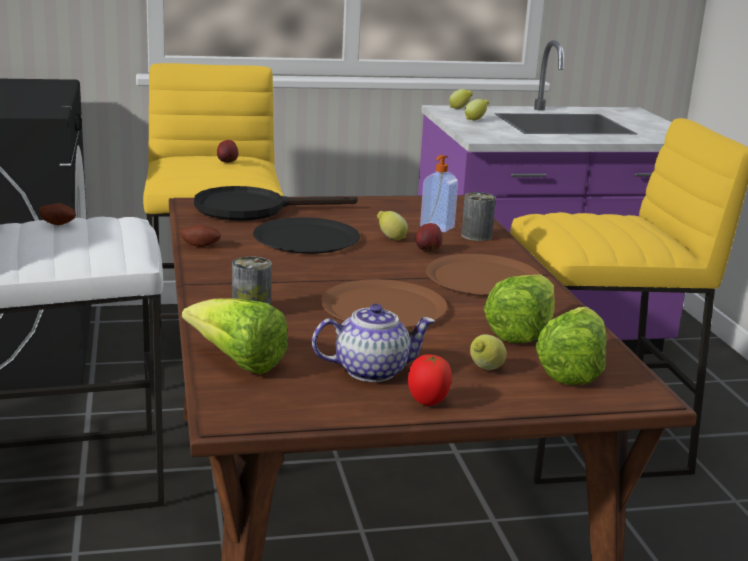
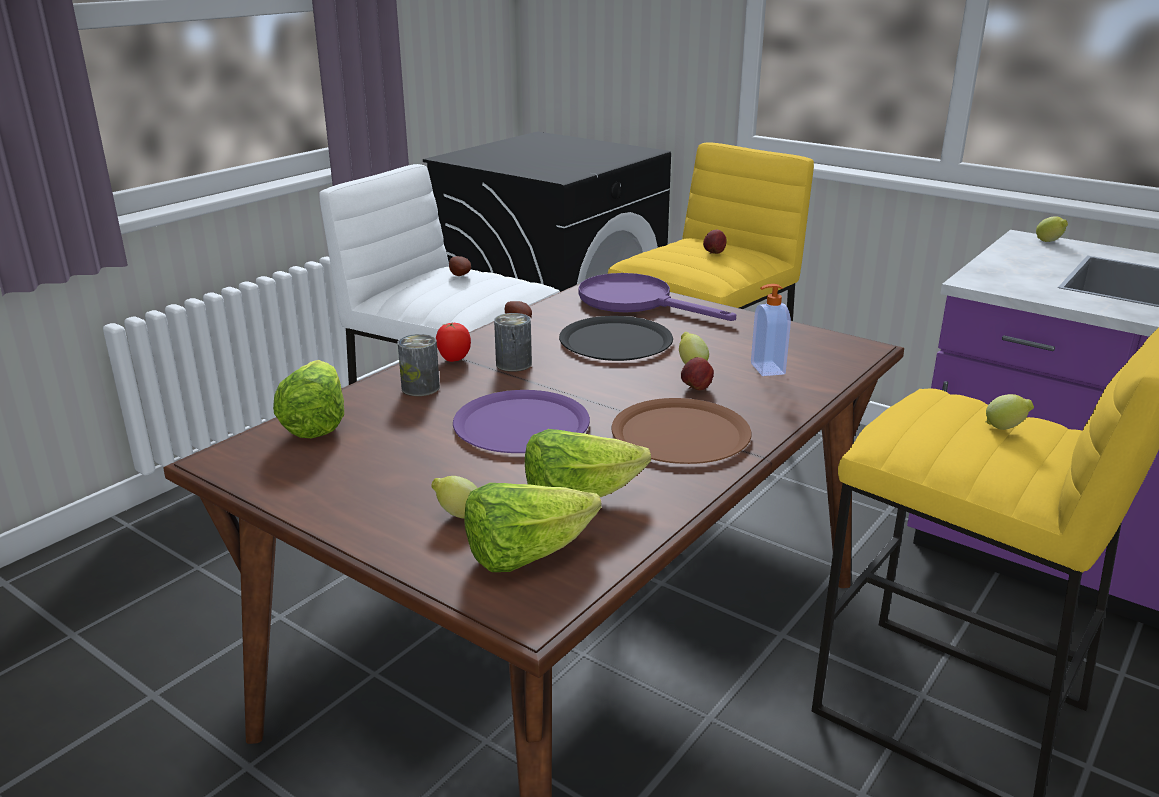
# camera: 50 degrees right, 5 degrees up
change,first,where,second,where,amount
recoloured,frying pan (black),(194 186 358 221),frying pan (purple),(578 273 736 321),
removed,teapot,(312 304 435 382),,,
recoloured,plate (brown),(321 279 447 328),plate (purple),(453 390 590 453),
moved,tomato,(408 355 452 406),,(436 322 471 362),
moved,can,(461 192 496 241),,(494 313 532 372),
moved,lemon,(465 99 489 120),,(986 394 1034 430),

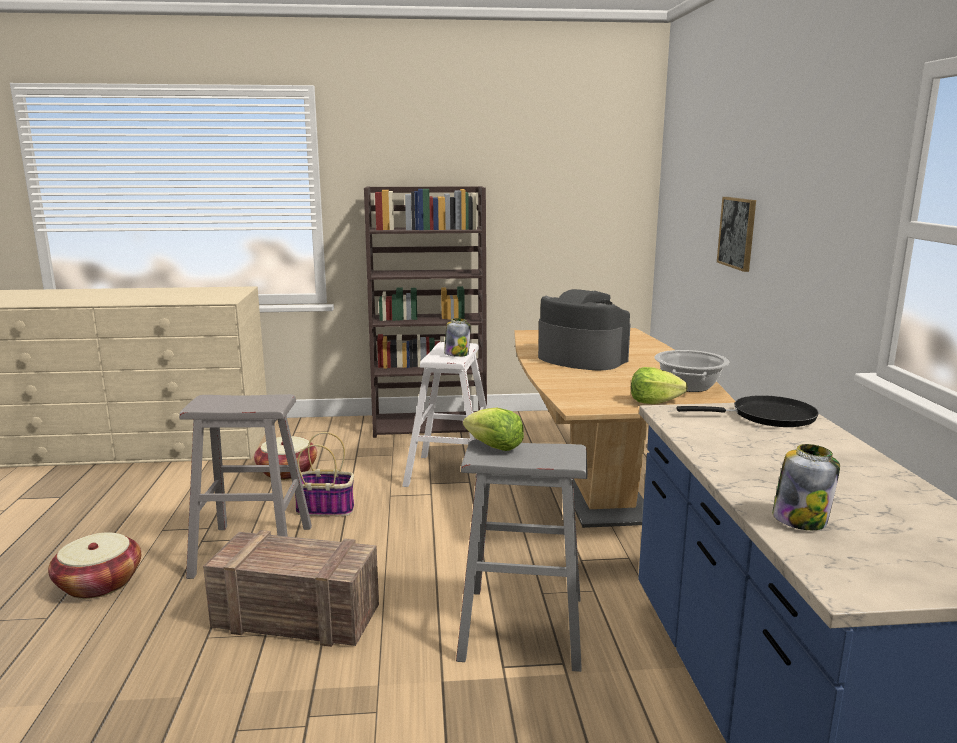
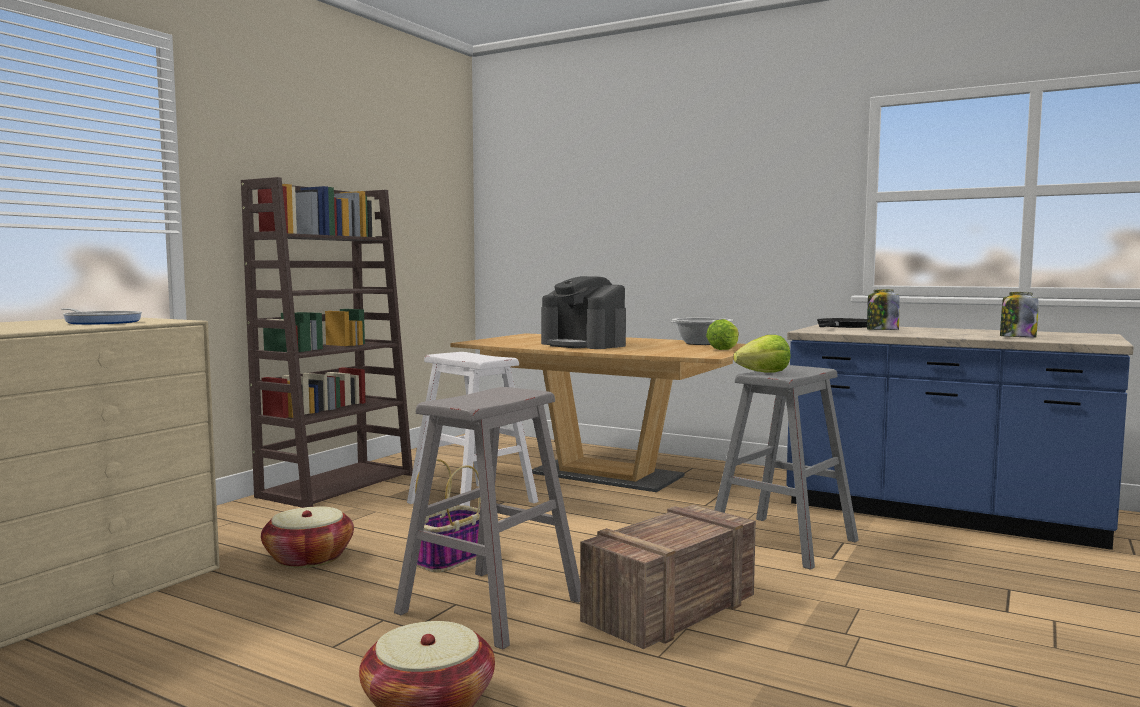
# camera: 55 degrees left, 10 degrees down
change,first,where,second,where,amount
moved,jar,(444 318 471 357),,(867 289 900 330),
turned,coffee machine,(538 289 631 370),,(541 276 626 349),120 degrees counterclockwise
removed,picture,(717 197 756 272),,,
added,,,frying pan,(61 308 142 325),

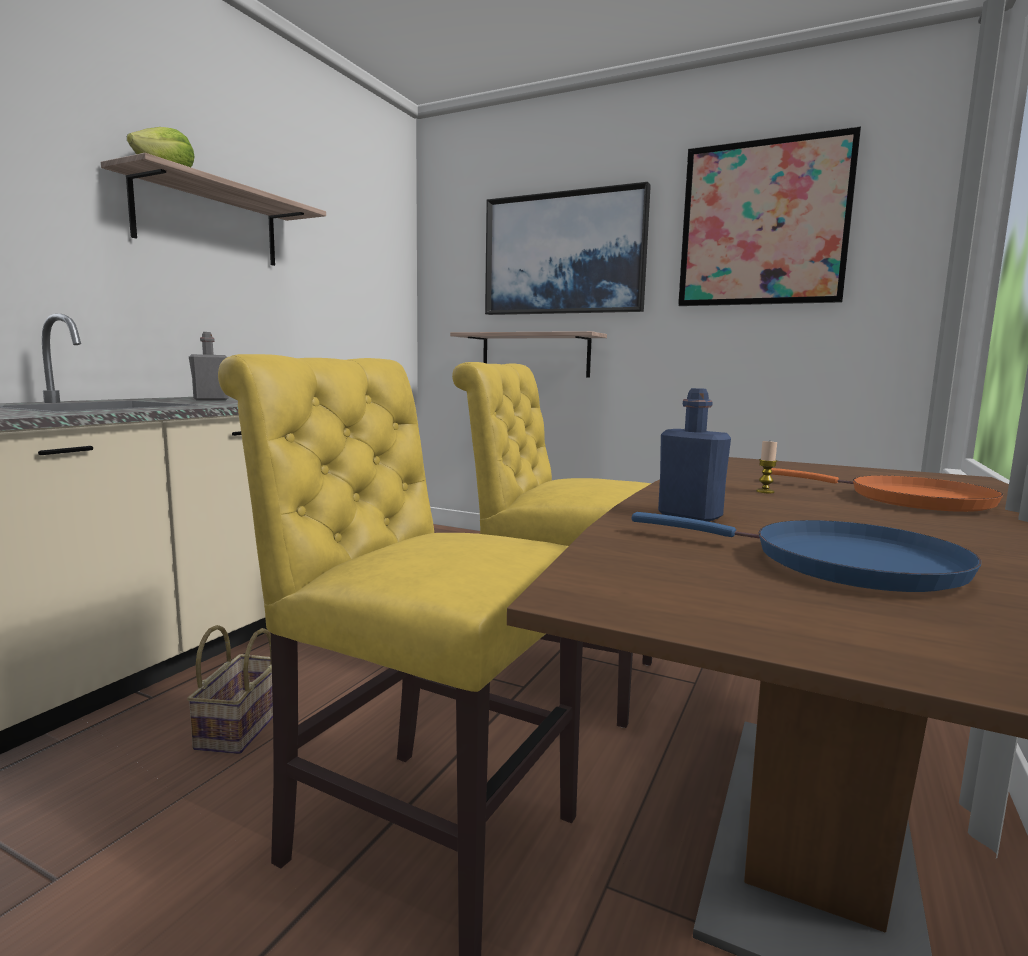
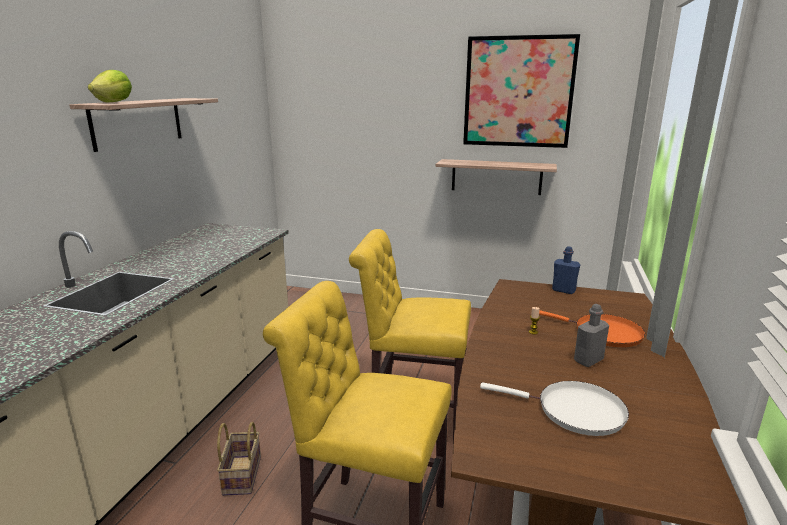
# camera: 10 degrees left, 10 degrees up
change,first,where,second,where,amount
moved,bottle (grey),(189 332 229 401),,(574 304 609 367),
moved,shelf,(450 331 607 378),,(435 159 557 195),
removed,picture,(485 182 651 315),,,
recoloured,frying pan (blue),(632 512 981 592),frying pan (white),(480 381 629 436),
moved,bottle (blue),(658 388 731 522),,(552 246 580 294),

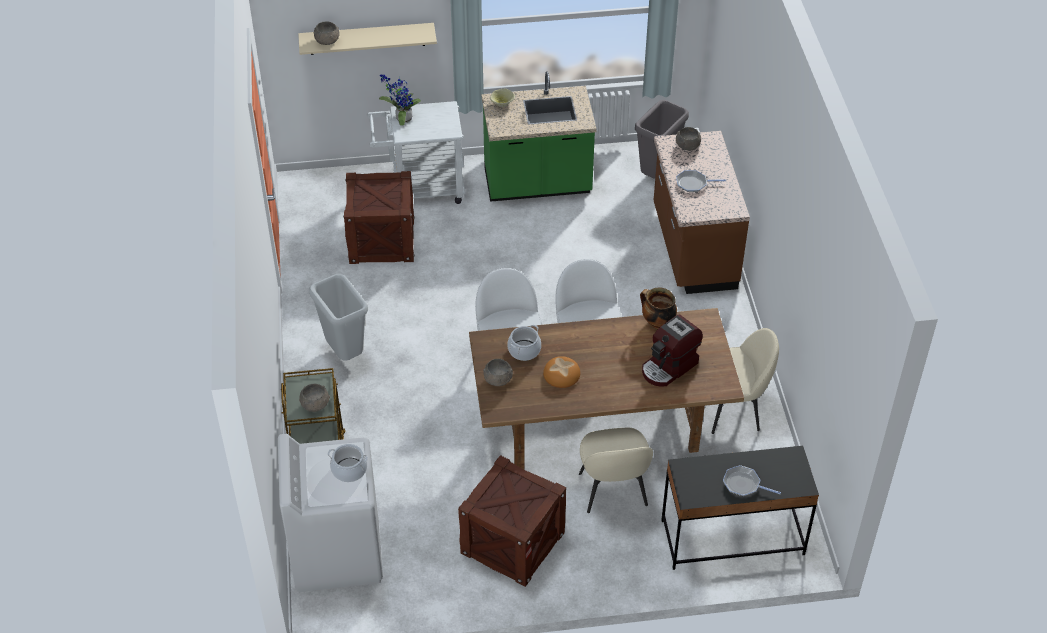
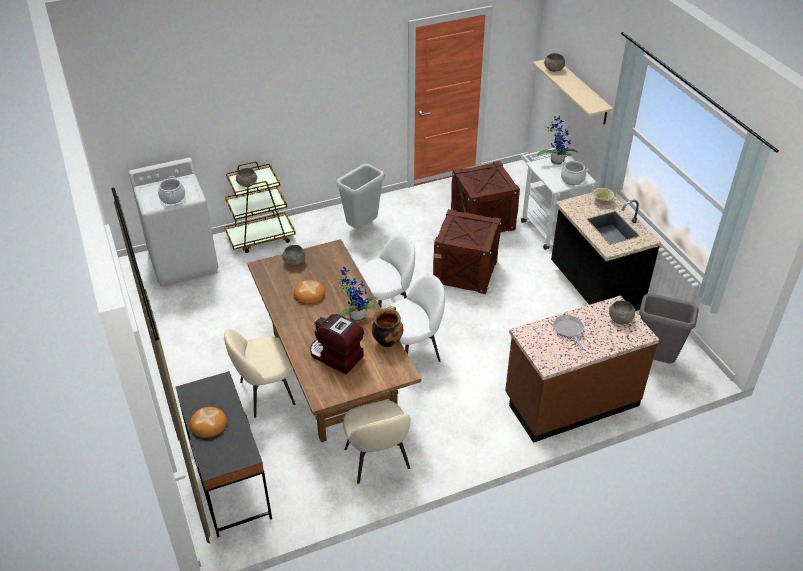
# camera: 75 degrees right, 5 degrees down
change,first,where,second,where,amount
moved,crate,(458 455 566 587),,(433 209 501 294),
recoloured,counter (green),(482 71 597 202),counter (black),(551 192 661 311),
moved,cooking pot,(507 325 541 361),,(561 161 588 185),
replaced,frying pan,(723 465 781 496),bread,(190 407 227 438),
added,,,potted plant,(339 267 378 322),

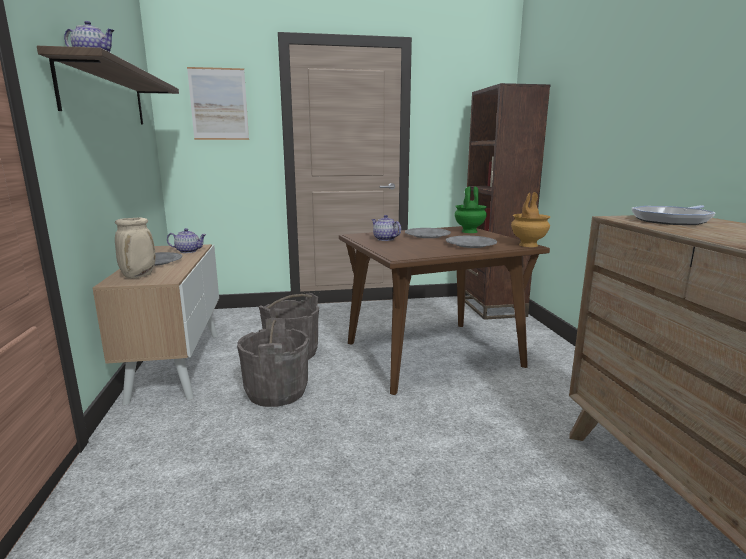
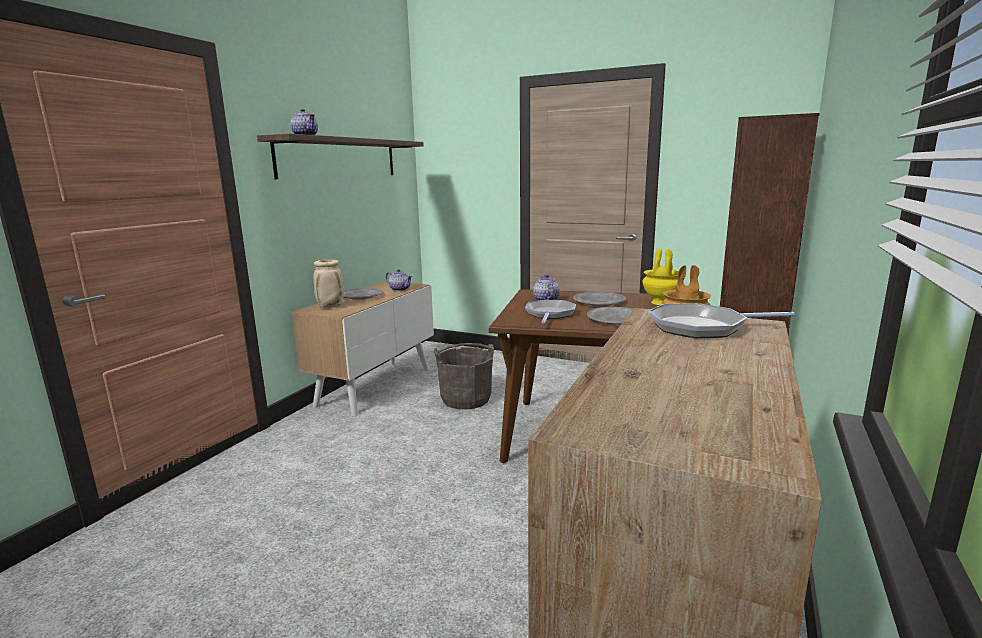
# camera: 35 degrees right, 0 degrees up
change,first,where,second,where,amount
removed,picture,(187 67 249 140),,,
removed,bucket (grey),(237 318 309 407),,,
recoloured,vase (green),(454 186 487 233),vase (yellow),(643 249 679 305),
added,,,frying pan,(525 300 576 324),

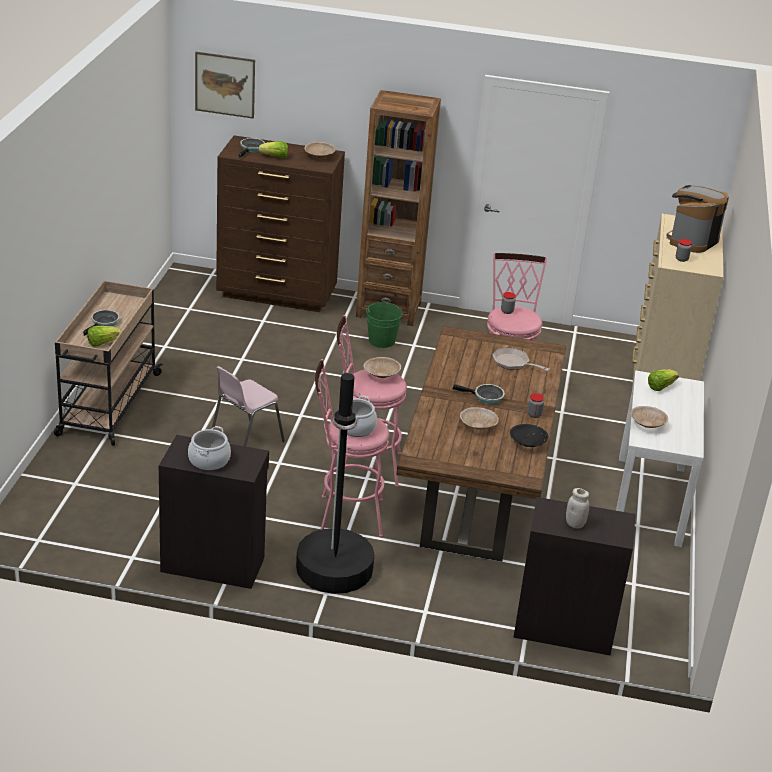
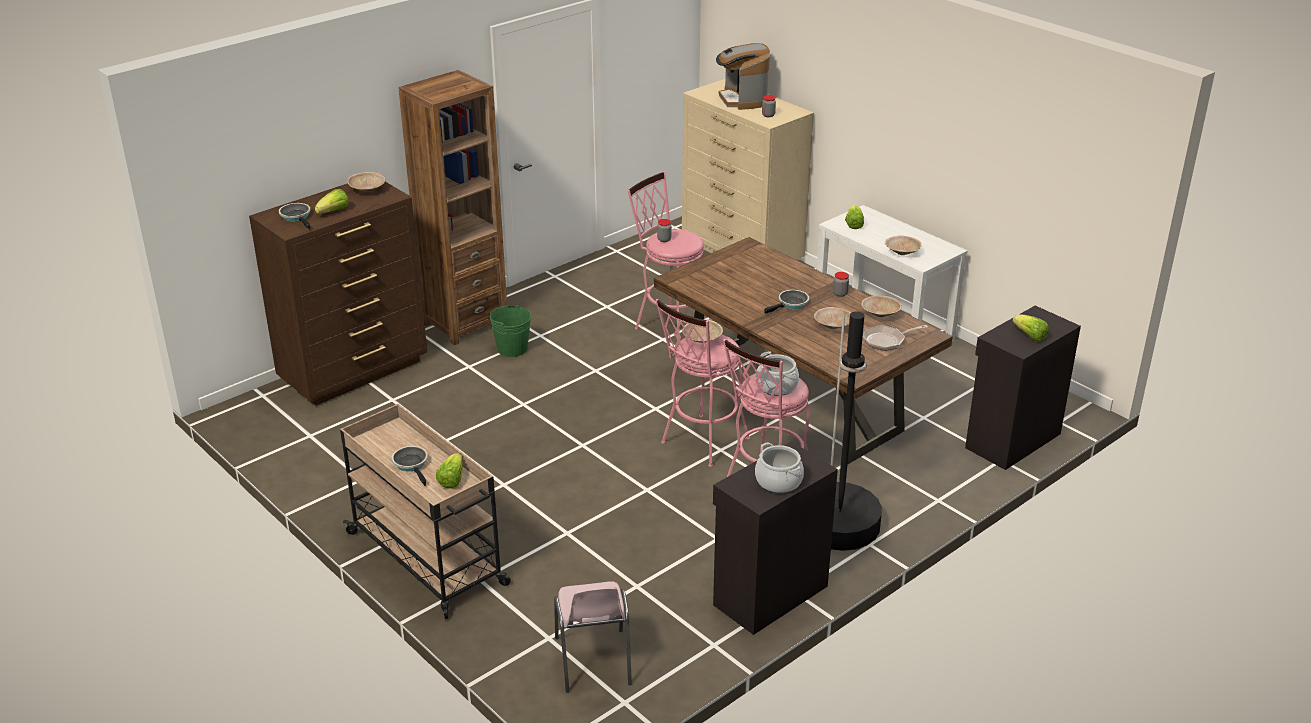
# camera: 50 degrees left, 0 degrees up
change,first,where,second,where,amount
removed,picture,(195 52 255 119),,,
moved,chair (pink),(212 366 285 447),,(554 581 632 693),
moved,frying pan,(492 348 550 371),,(863 325 928 351),
recoloured,bowl (black),(510 424 548 447),bowl (beige),(861 296 902 317),
replaced,jar (white),(566 488 589 529),lettuce,(1012 315 1049 342),

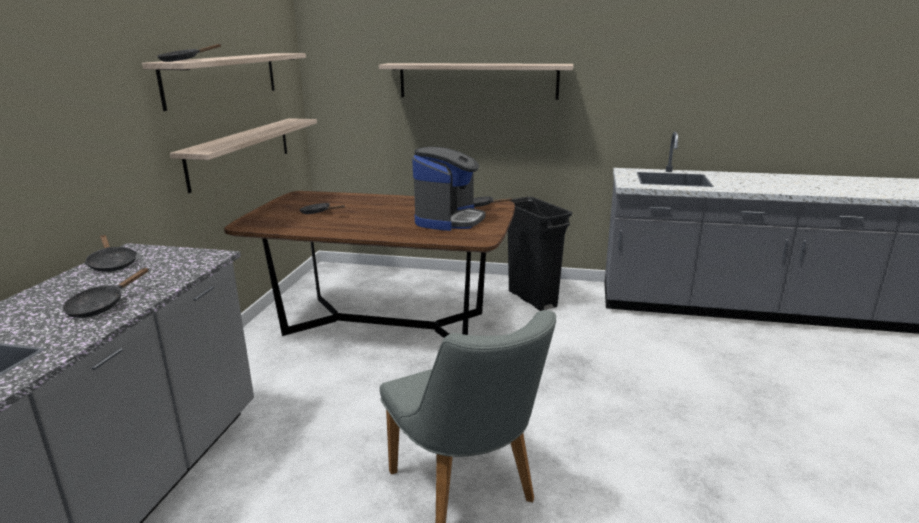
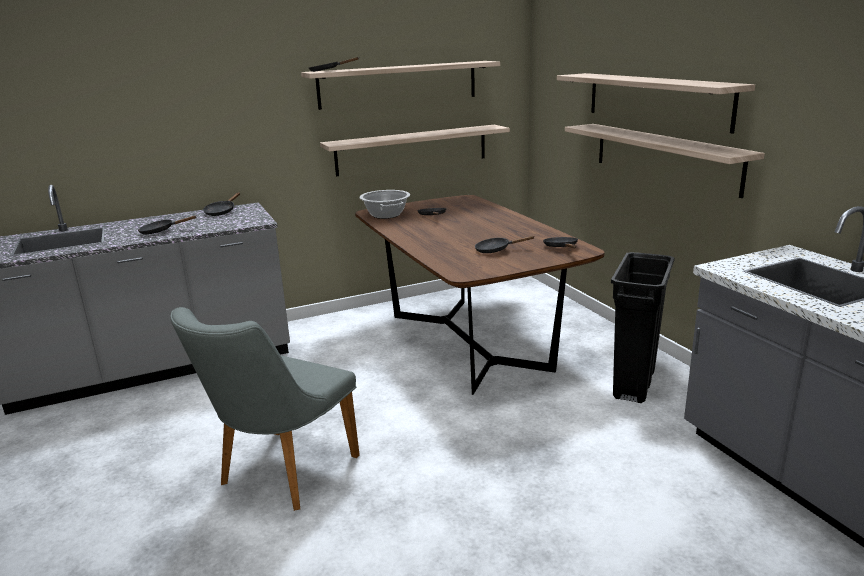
# camera: 55 degrees right, 0 degrees up
change,first,where,second,where,amount
replaced,coffee machine,(412 147 485 231),frying pan (black),(475 236 534 253),
added,,,cooking pot,(360 190 410 219),
added,,,shelf,(565 124 765 198),

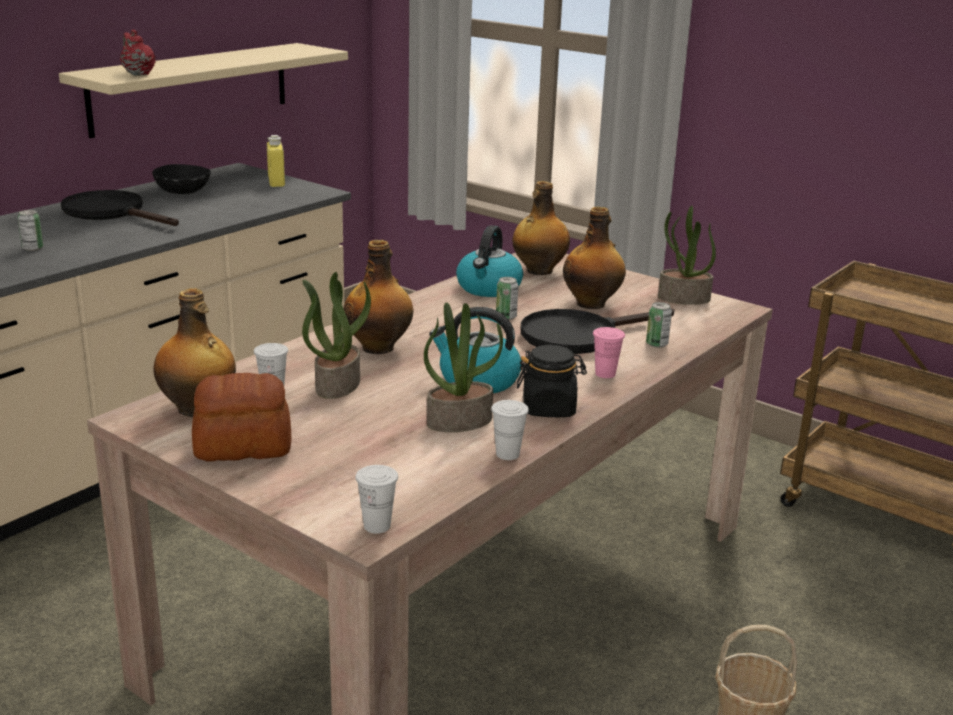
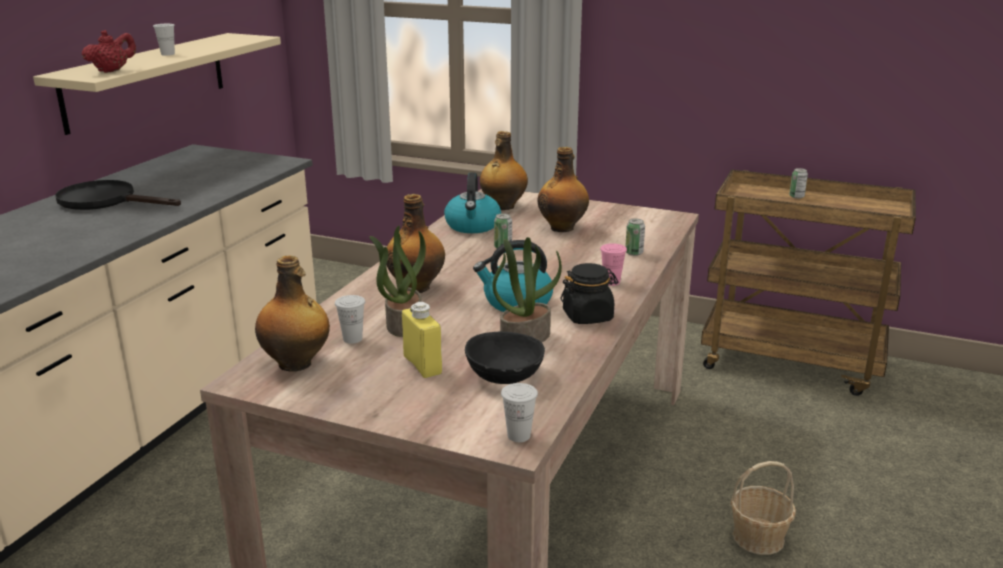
# camera: 15 degrees left, 0 degrees up
change,first,where,second,where,amount
moved,can,(18 210 43 251),,(789 168 808 199),
turned,teapot (red),(120 29 155 76),,(82 30 136 73),90 degrees clockwise
moved,bowl (black),(152 164 211 194),,(465 332 545 384),
removed,bread,(192 373 291 462),,,
moved,bottle (yellow),(267 135 285 187),,(402 302 442 378),
moved,cup (white),(491 400 529 460),,(153 24 175 56),
removed,frying pan (black),(521 309 674 354),,,
removed,potted plant,(658 206 716 305),,,

